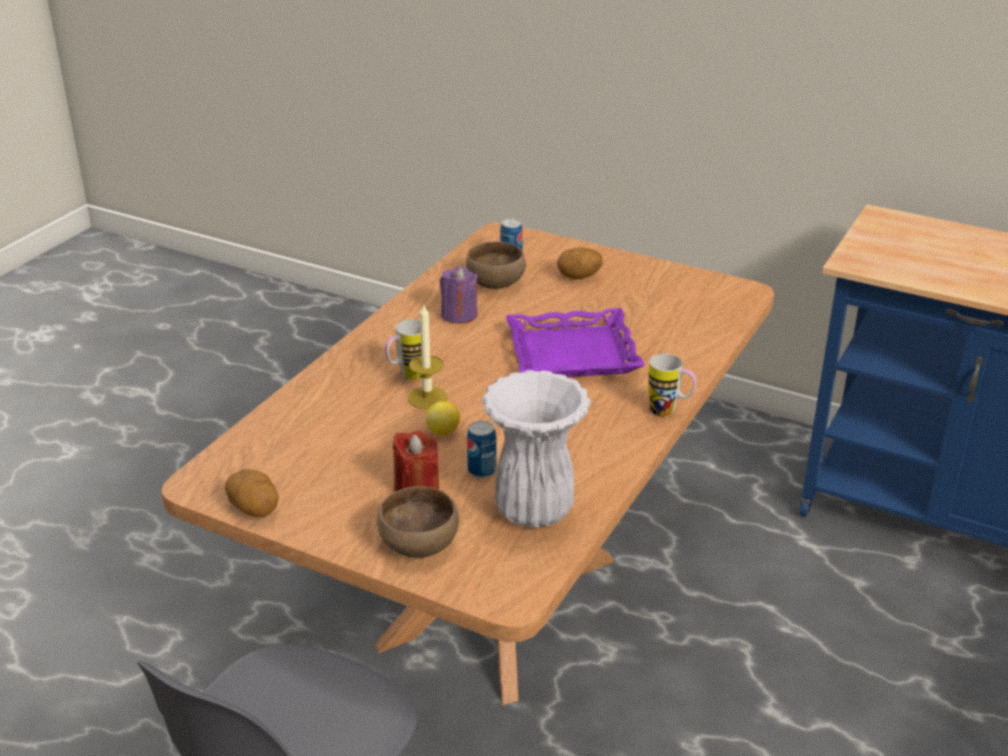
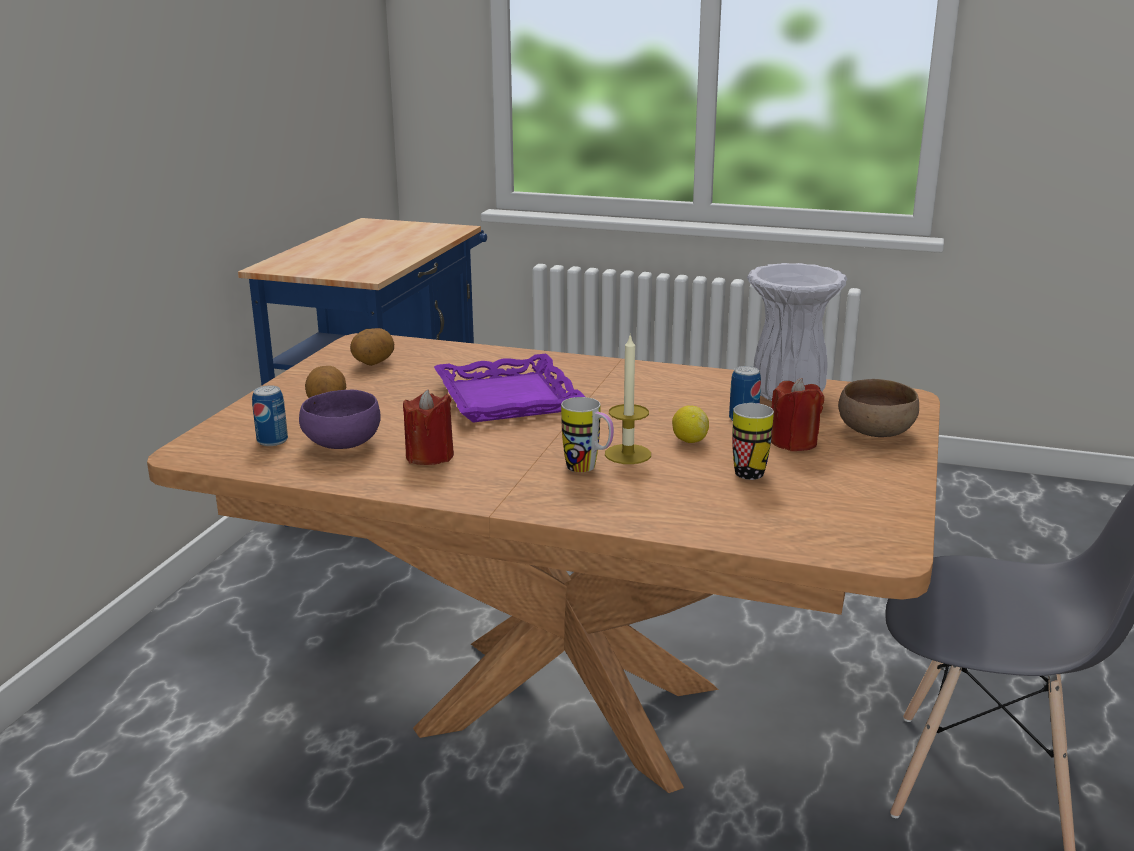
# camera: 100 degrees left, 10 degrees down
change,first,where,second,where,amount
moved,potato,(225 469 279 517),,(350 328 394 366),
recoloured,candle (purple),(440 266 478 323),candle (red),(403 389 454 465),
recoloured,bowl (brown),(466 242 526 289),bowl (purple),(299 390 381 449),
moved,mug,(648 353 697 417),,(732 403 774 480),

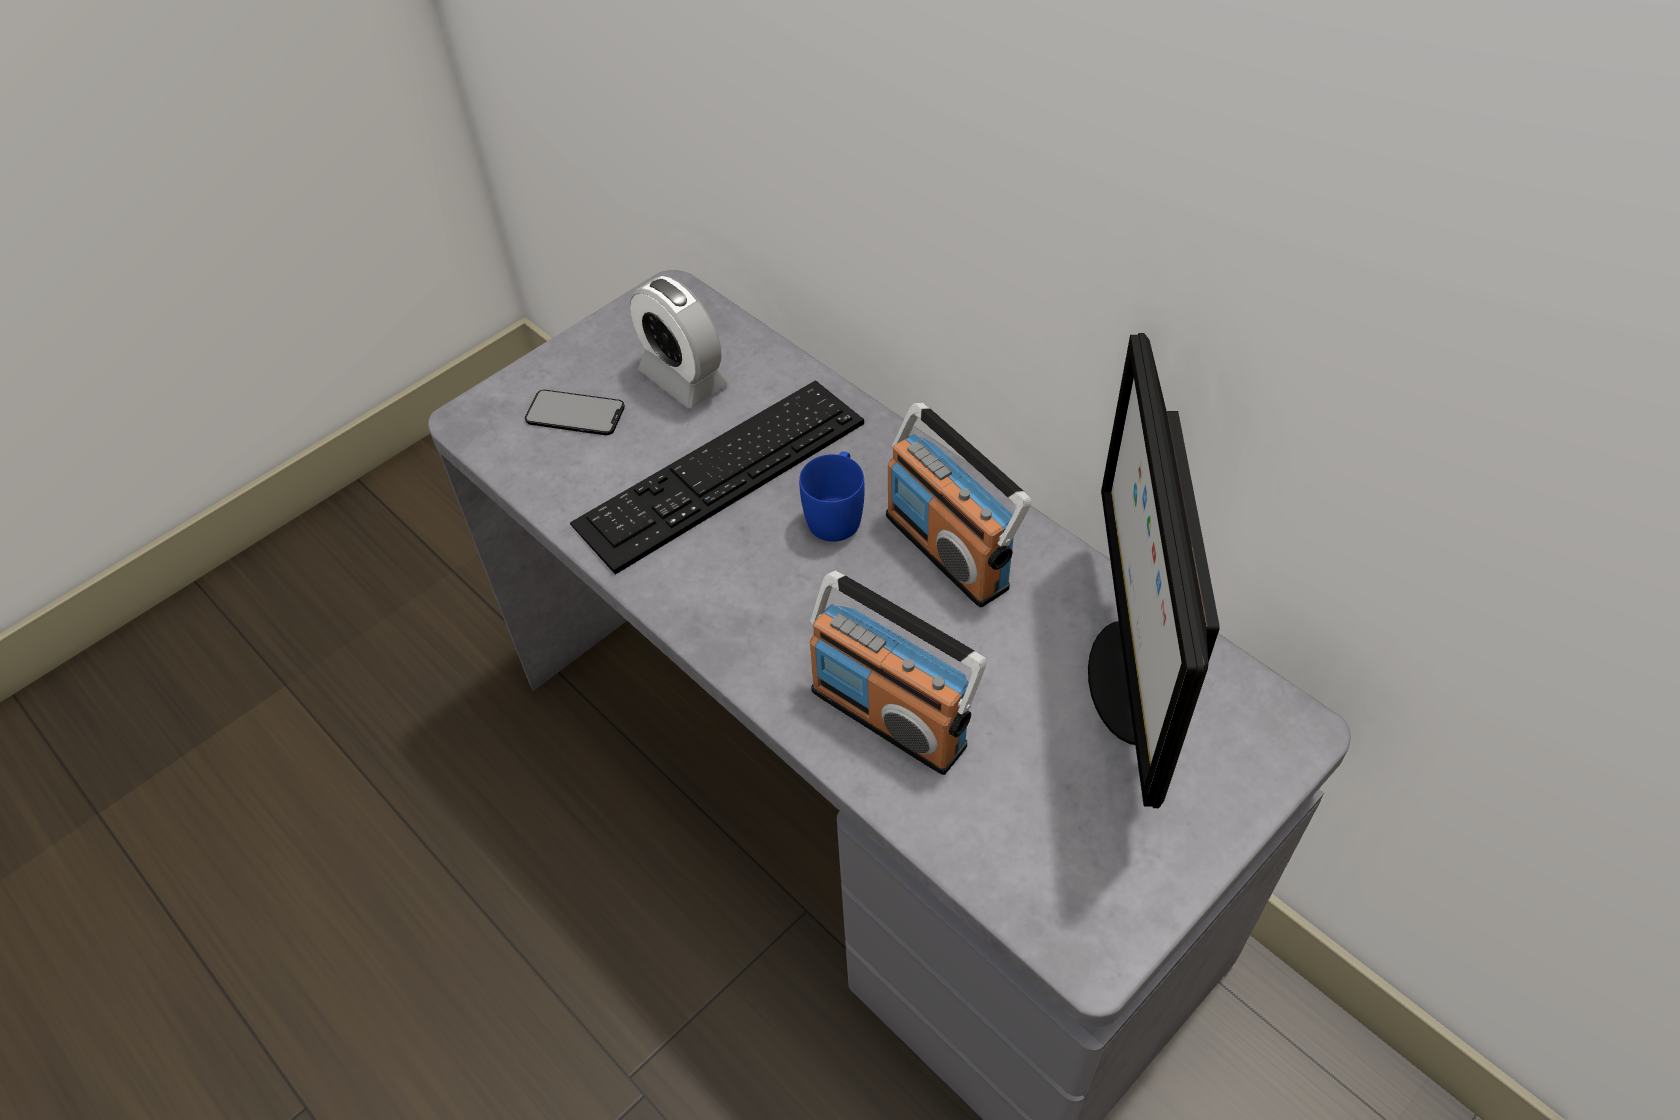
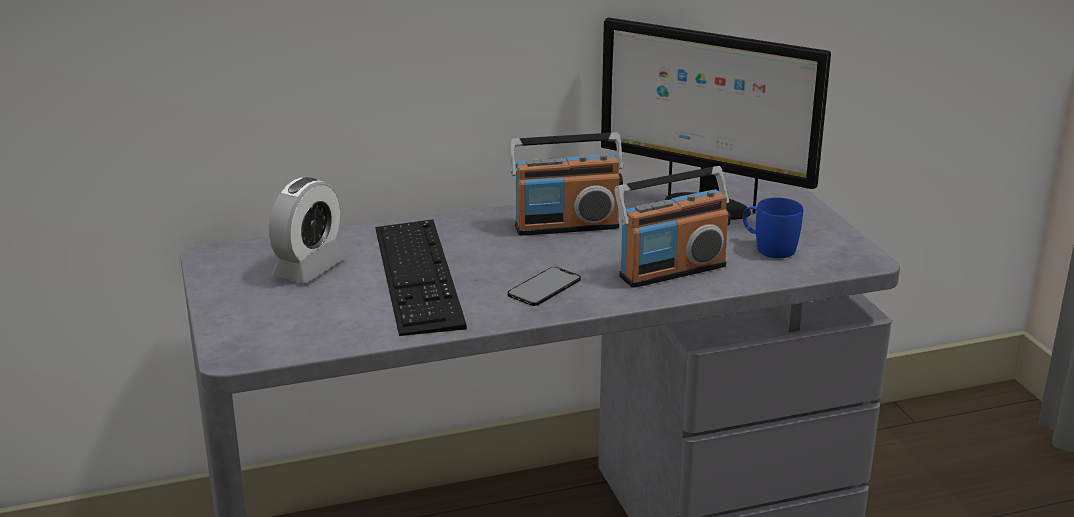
# camera: 65 degrees left, 25 degrees down
change,first,where,second,where,amount
moved,phone,(525 390 625 435),,(508 267 581 306),
turned,alarm clock,(630 276 728 408),,(269 177 345 283),45 degrees counterclockwise
moved,mug (blue),(799 452 865 542),,(743 197 803 258),

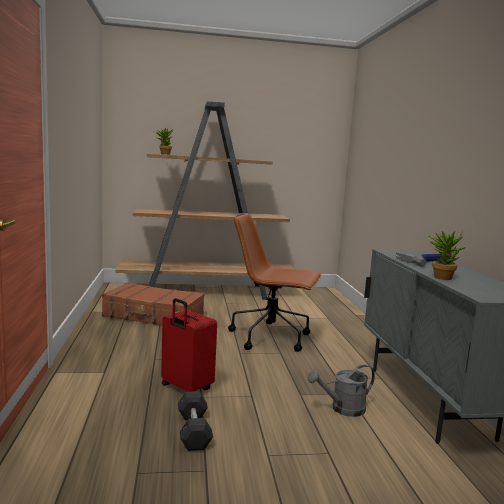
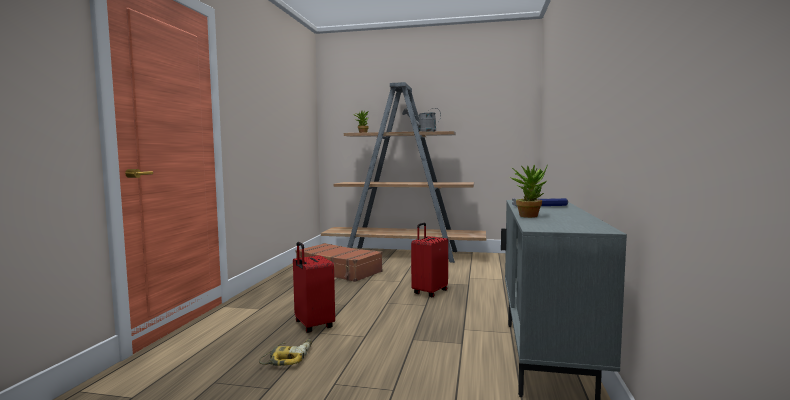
# camera: 20 degrees right, 5 degrees down
change,first,where,second,where,amount
replaced,dumbbell (grey),(178 391 213 451),power drill,(259 339 312 366),
replaced,office chair (brown),(228 213 322 352),suitcase (red),(411 223 448 297),
moved,watering can (grey),(308 365 375 417),,(402 108 441 132),

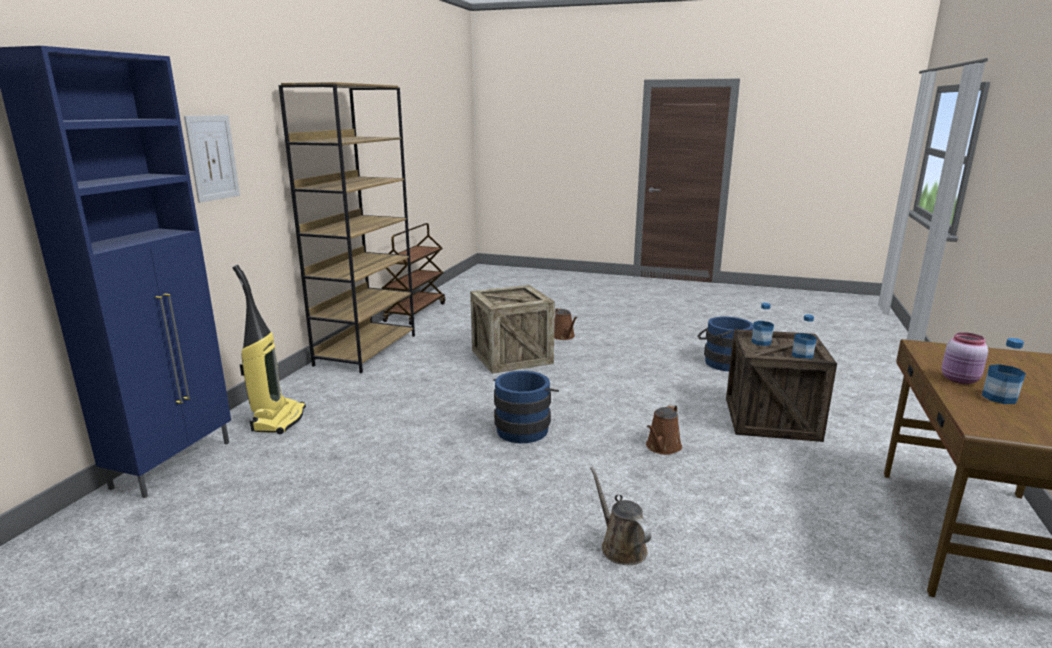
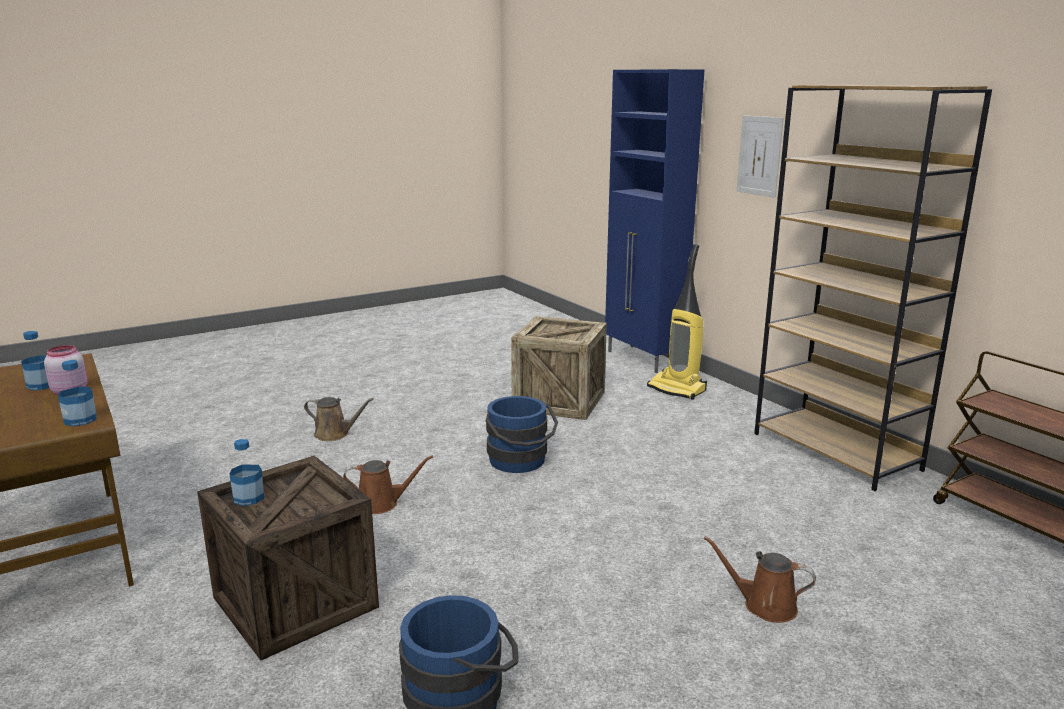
# camera: 130 degrees right, 0 degrees up
change,first,where,second,where,amount
moved,crate,(470 285 555 374),,(511 316 607 420),
turned,watering can (brown),(646 404 682 455),,(343 455 433 514),105 degrees clockwise
moved,bottle,(752 303 774 346),,(58 360 97 426),

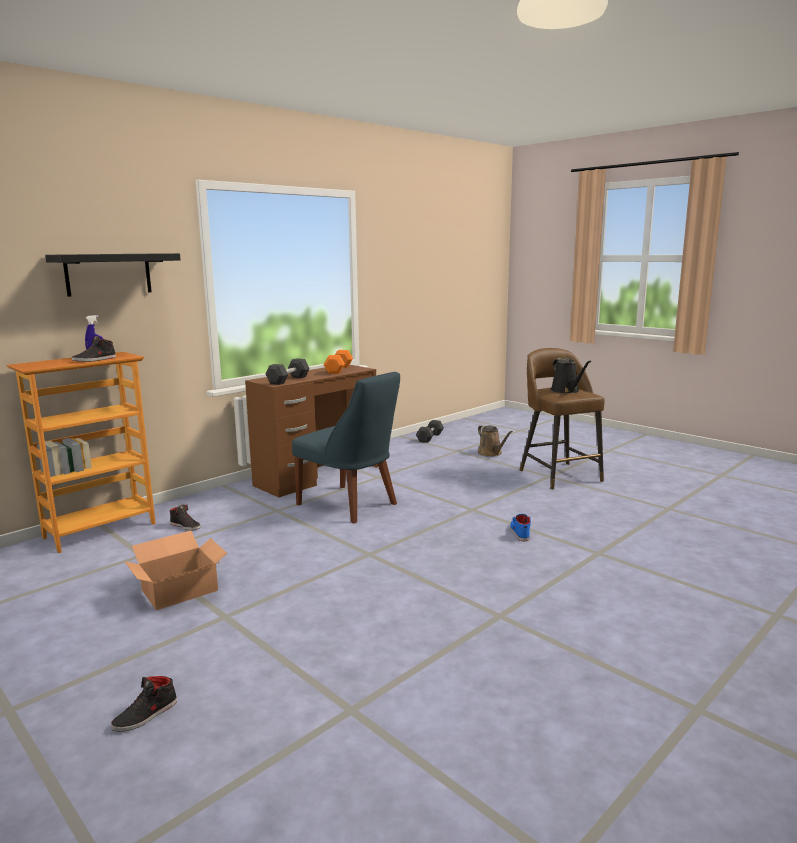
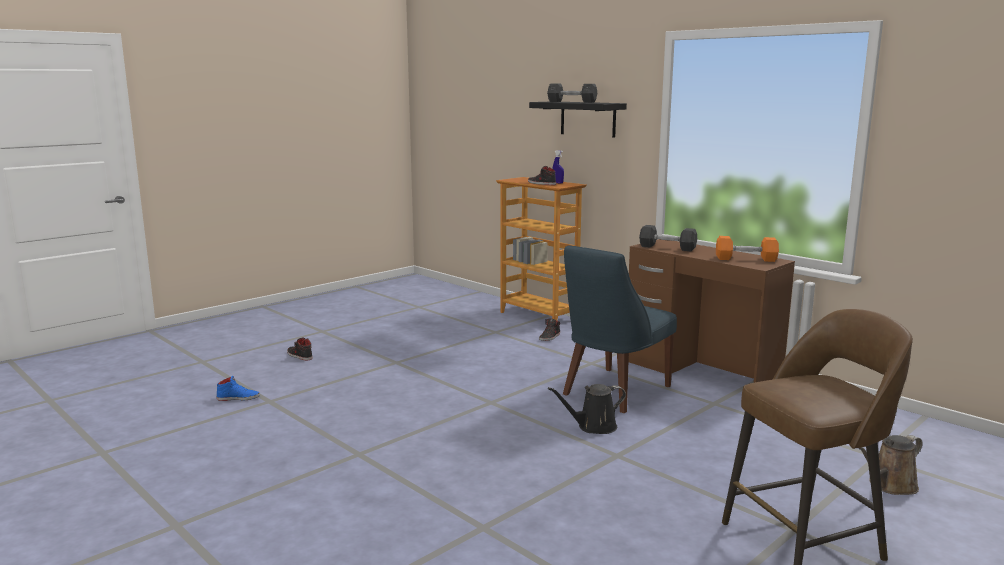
# camera: 90 degrees right, 0 degrees up
change,first,where,second,where,amount
removed,cardboard box,(124 531 227 610),,,
moved,dumbbell (grey),(416 420 444 443),,(547 84 597 103),
moved,shoe (blue),(510 514 531 541),,(216 376 260 401),
moved,watering can (black),(551 358 591 393),,(548 384 626 434),

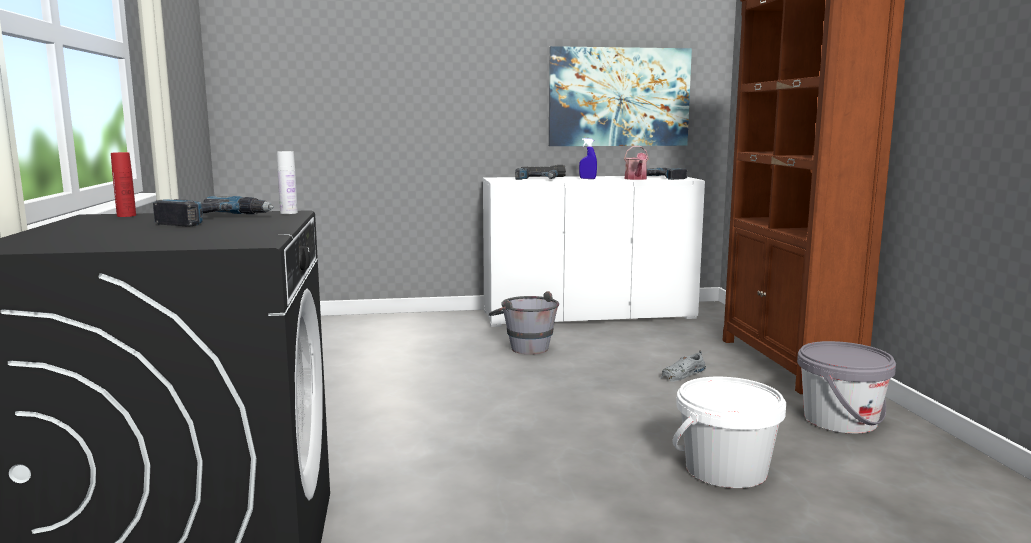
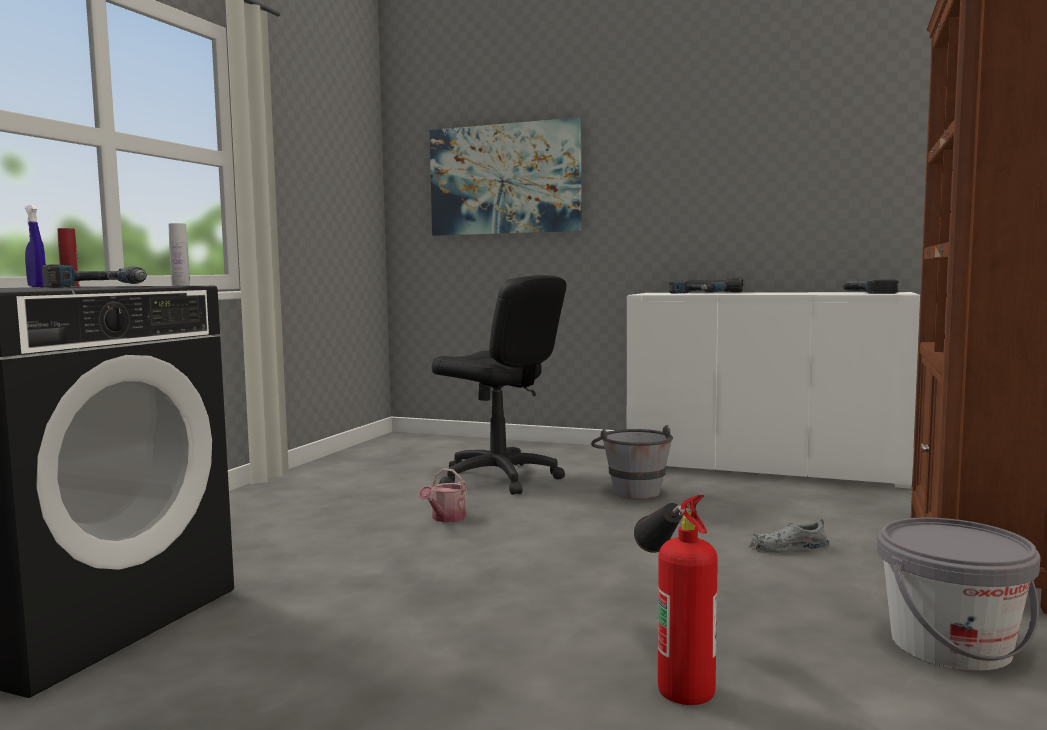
# camera: 30 degrees right, 5 degrees down
change,first,where,second,where,amount
moved,picture,(549 46 692 146),,(430 117 582 236),
moved,spray bottle (blue),(579 138 597 179),,(25 205 46 287),
moved,watering can,(624 146 649 180),,(419 468 467 522),
replaced,bucket (white),(672 377 786 488),fire extinguisher,(634 495 718 705),
added,,,office chair (black),(432 275 566 495),

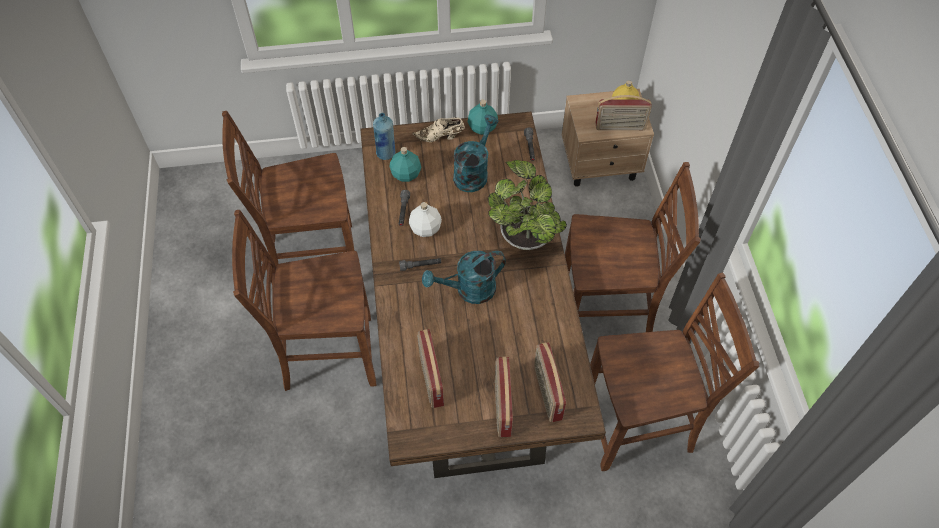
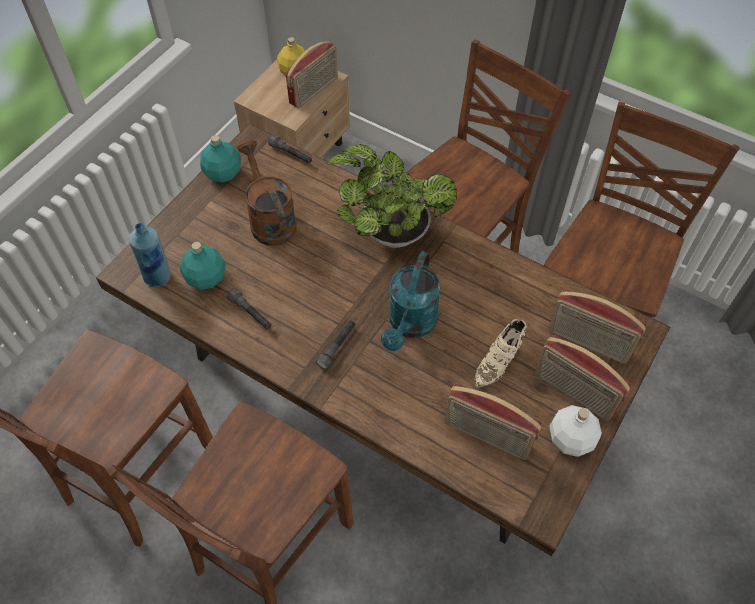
# camera: 50 degrees left, 0 degrees up
change,first,where,second,where,amount
moved,bottle (white),(409 202 442 237),,(549 405 602 457),
moved,shoe (beige),(412 117 465 142),,(475 319 527 388),
recoloured,watering can (turquoise),(453 115 499 192),watering can (brown),(237 140 297 246),

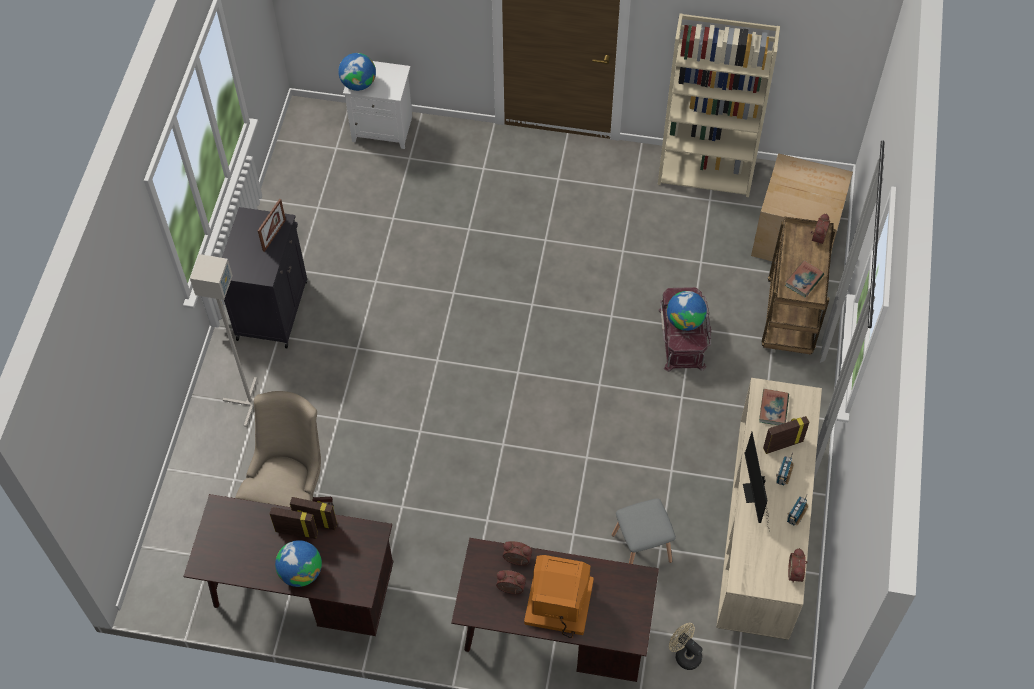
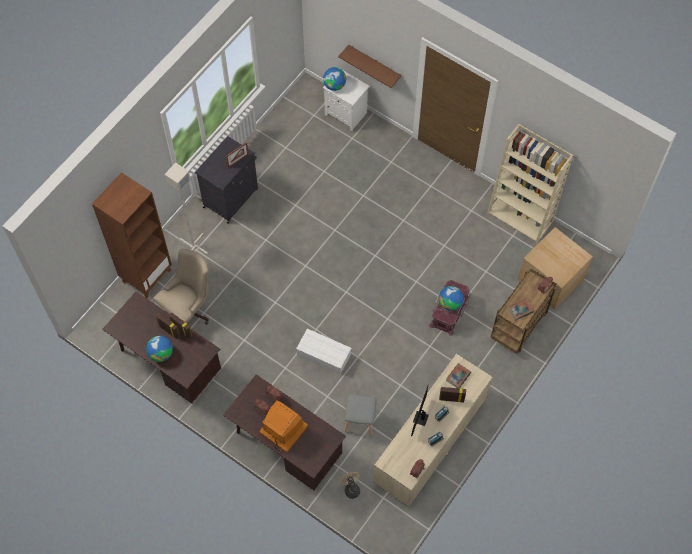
# camera: 25 degrees right, 5 degrees up
change,first,where,second,where,amount
added,,,bookcase (brown),(92 172 172 298),
added,,,storage box (white),(296 328 352 375),
added,,,shelf (brown),(338 45 401 88),

